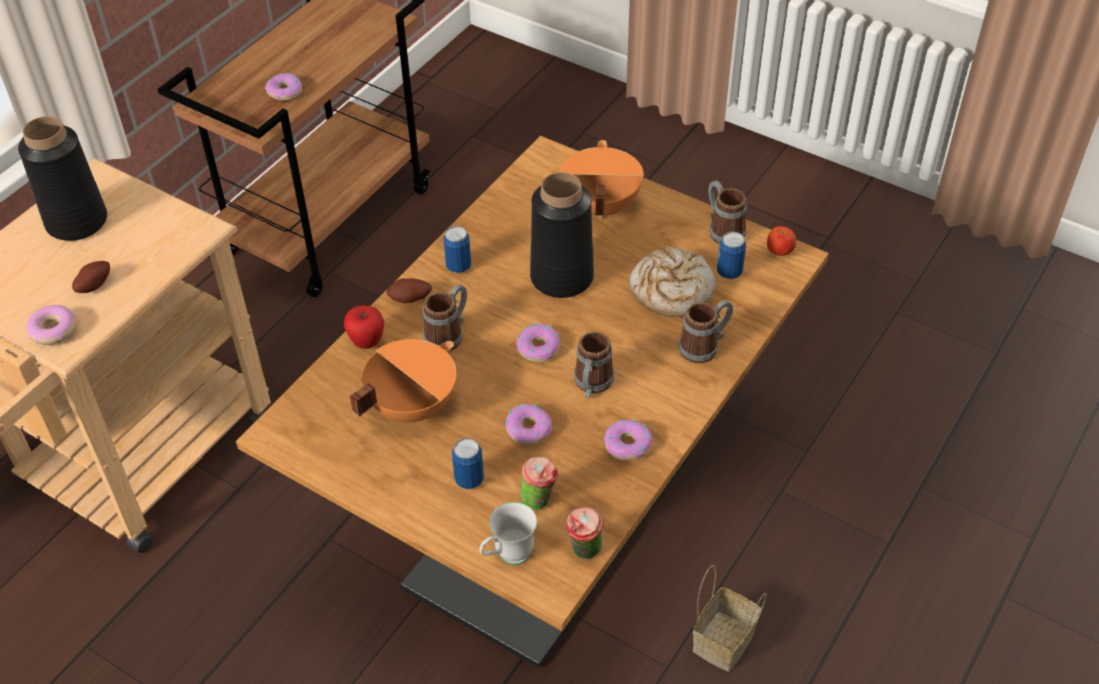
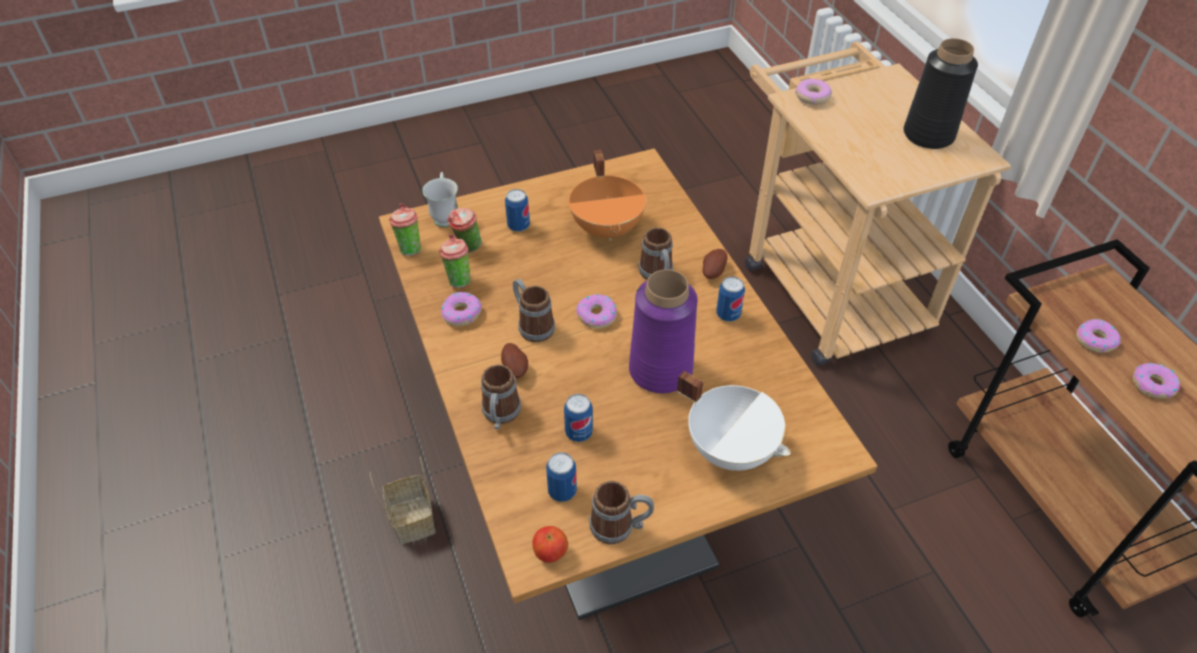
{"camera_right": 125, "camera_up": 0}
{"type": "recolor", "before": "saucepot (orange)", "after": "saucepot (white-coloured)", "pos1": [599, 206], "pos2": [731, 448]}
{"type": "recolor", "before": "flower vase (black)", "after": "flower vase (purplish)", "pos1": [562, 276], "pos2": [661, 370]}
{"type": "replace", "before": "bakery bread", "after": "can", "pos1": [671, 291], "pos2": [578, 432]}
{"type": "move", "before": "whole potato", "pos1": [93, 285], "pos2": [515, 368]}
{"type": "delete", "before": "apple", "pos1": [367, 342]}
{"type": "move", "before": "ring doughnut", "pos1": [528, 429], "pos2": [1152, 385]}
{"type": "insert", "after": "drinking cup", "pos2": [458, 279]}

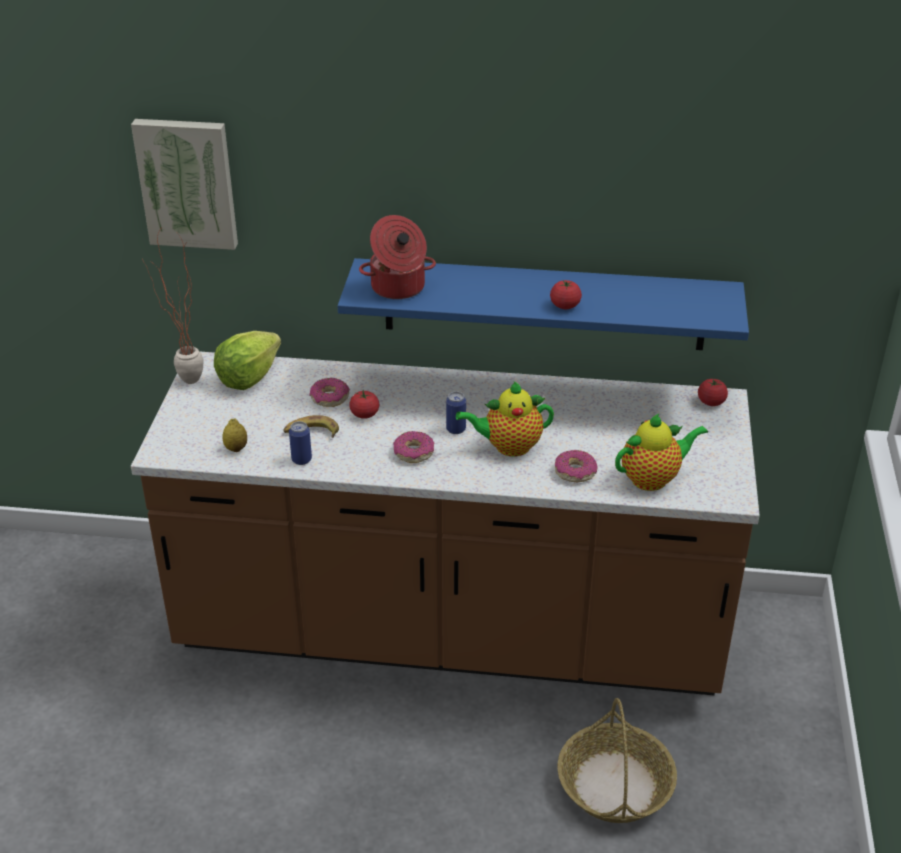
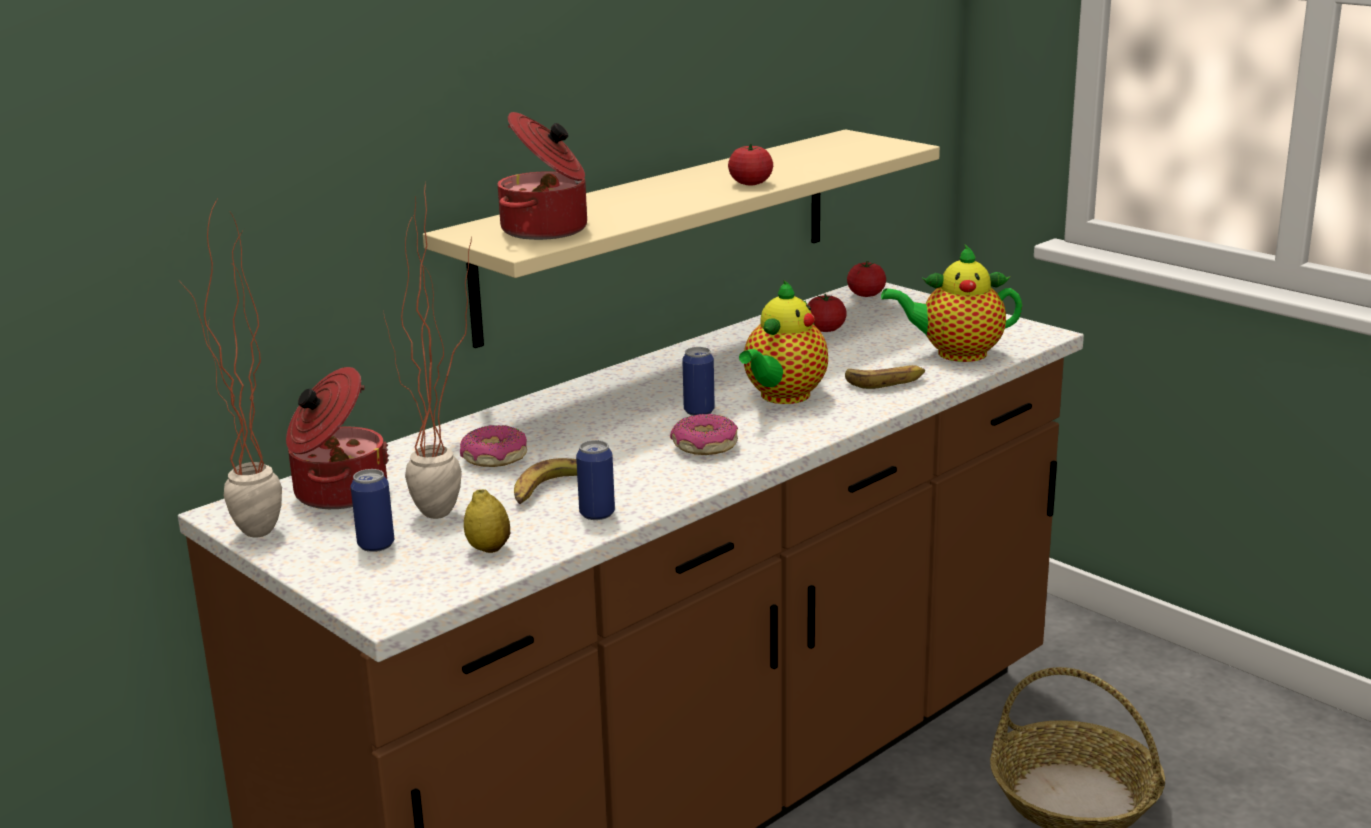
{"camera_right": -50, "camera_up": -15}
{"type": "delete", "before": "wall picture", "pos1": [187, 182]}
{"type": "recolor", "before": "shelf (blue)", "after": "shelf (beige)", "pos1": [544, 304], "pos2": [659, 232]}
{"type": "replace", "before": "lettuce", "after": "saucepot", "pos1": [248, 377], "pos2": [338, 492]}
{"type": "move", "before": "fresh tomato", "pos1": [364, 414], "pos2": [825, 329]}
{"type": "rotate", "before": "pot for tea", "pos1": [653, 478], "pos2": [955, 353], "turn": -105}
{"type": "replace", "before": "ring doughnut", "after": "banana fruit", "pos1": [575, 472], "pos2": [885, 381]}
{"type": "insert", "after": "potted plant", "pos2": [448, 519]}
{"type": "insert", "after": "can", "pos2": [376, 545]}

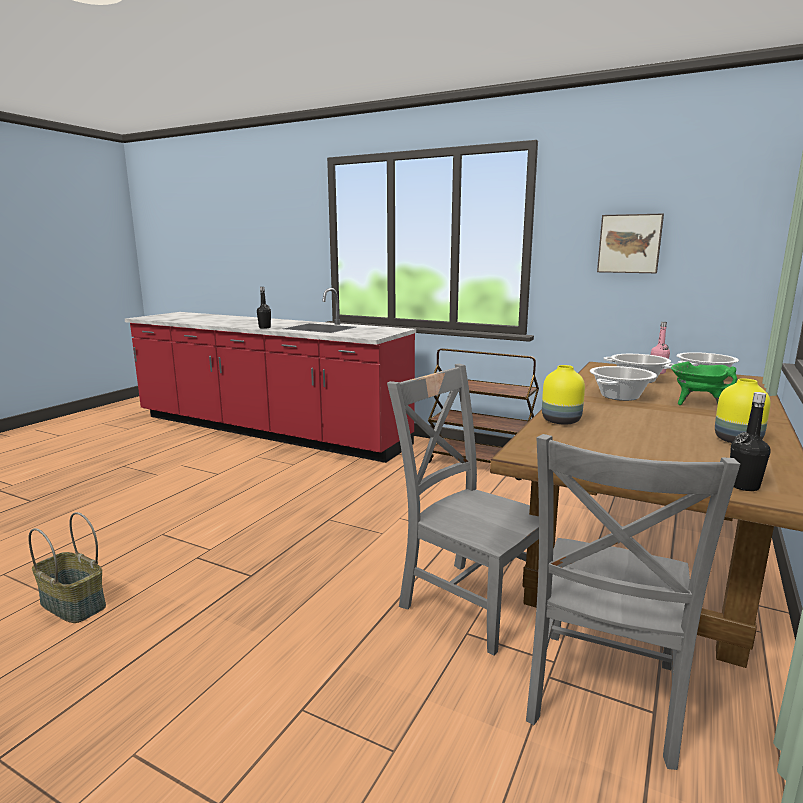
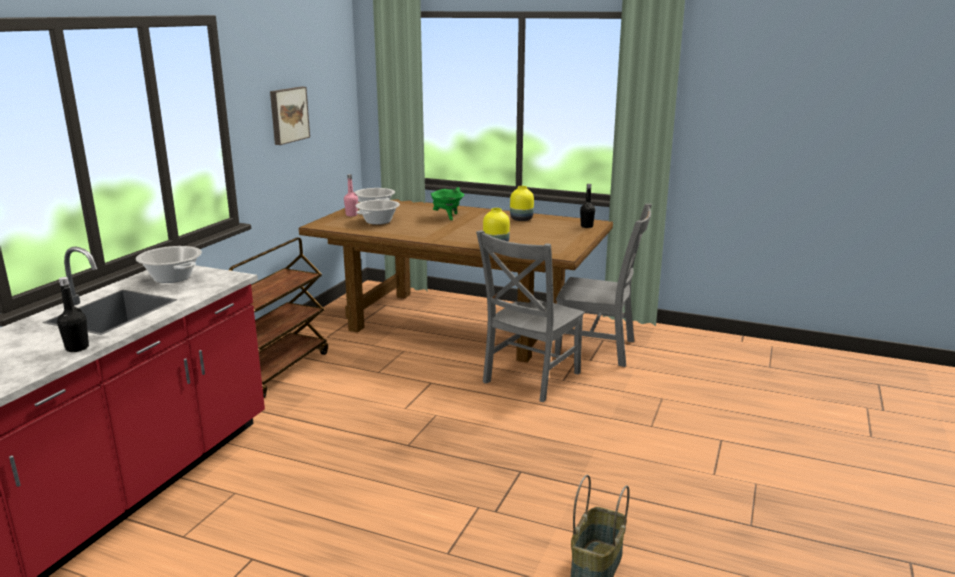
{"camera_right": -95, "camera_up": 5}
{"type": "move", "before": "saucepot", "pos1": [619, 396], "pos2": [172, 278]}

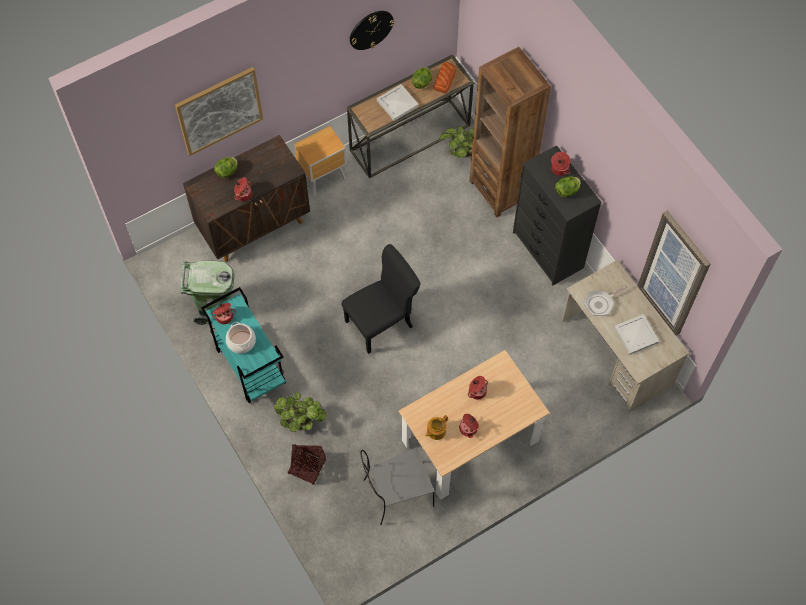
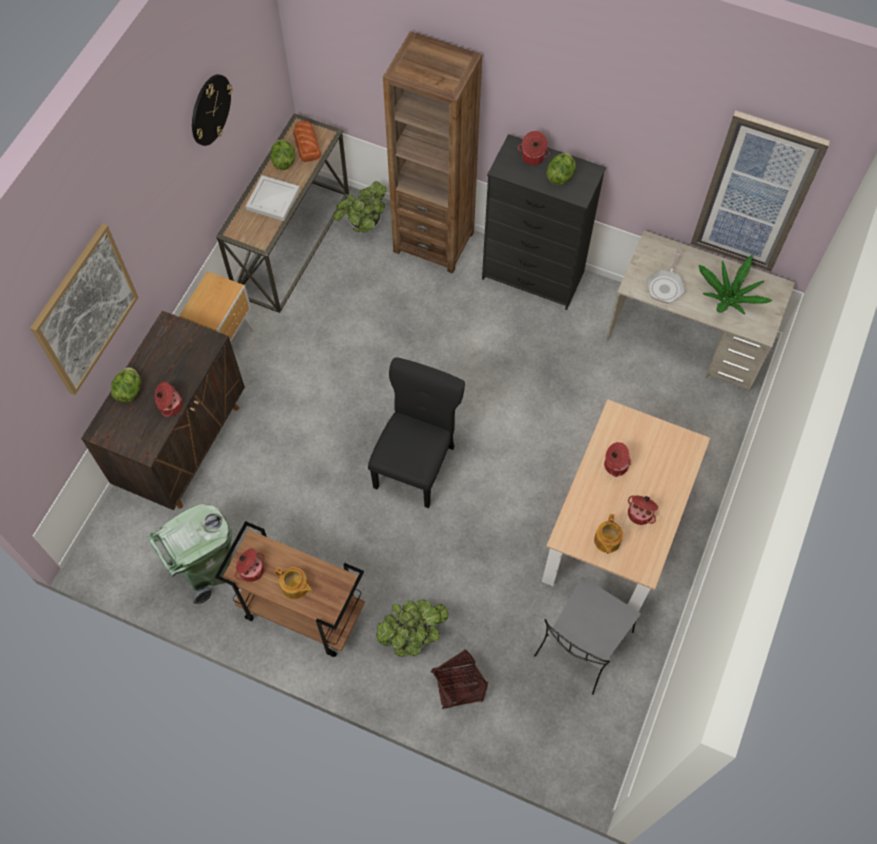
{"camera_right": -35, "camera_up": 0}
{"type": "recolor", "before": "wheeled cart (turquoise-coloured)", "after": "wheeled cart (brown)", "pos1": [249, 366], "pos2": [301, 611]}
{"type": "replace", "before": "carrying tray (white-coloured)", "after": "potted plant", "pos1": [635, 336], "pos2": [728, 298]}
{"type": "replace", "before": "saucepot", "after": "pot for tea", "pos1": [241, 342], "pos2": [295, 587]}

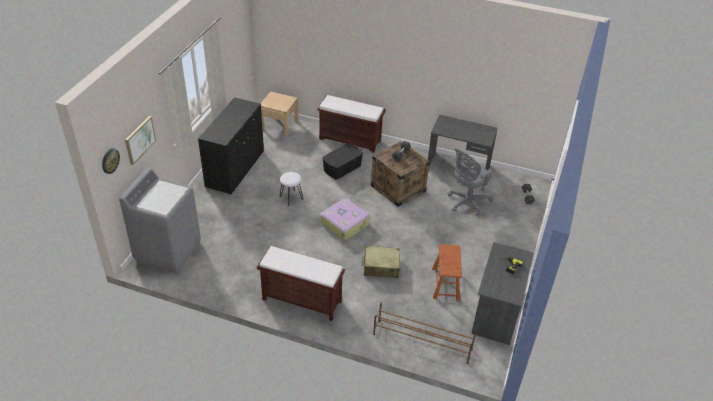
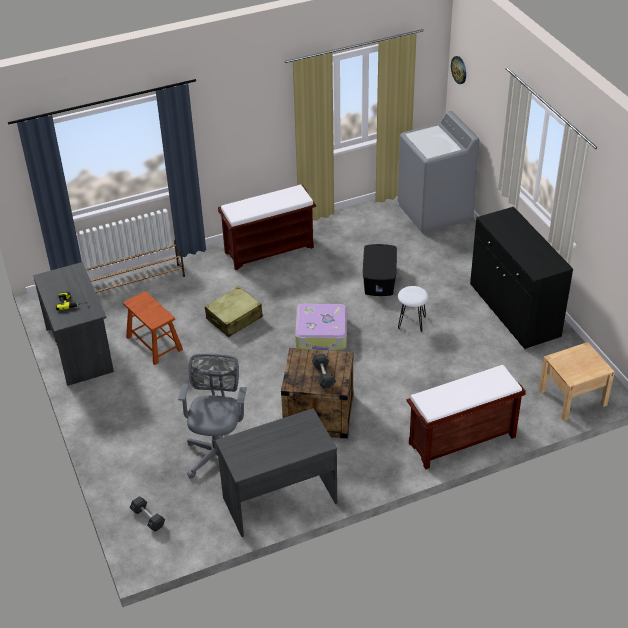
{"camera_right": 140, "camera_up": 0}
{"type": "delete", "before": "wall picture", "pos1": [140, 139]}
{"type": "move", "before": "storage box (black)", "pos1": [342, 168], "pos2": [379, 279]}

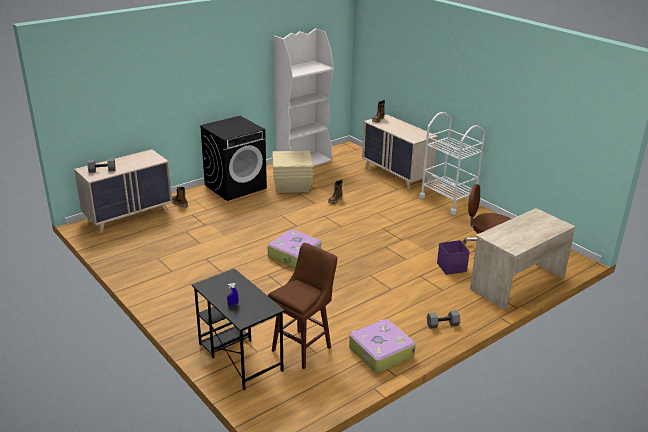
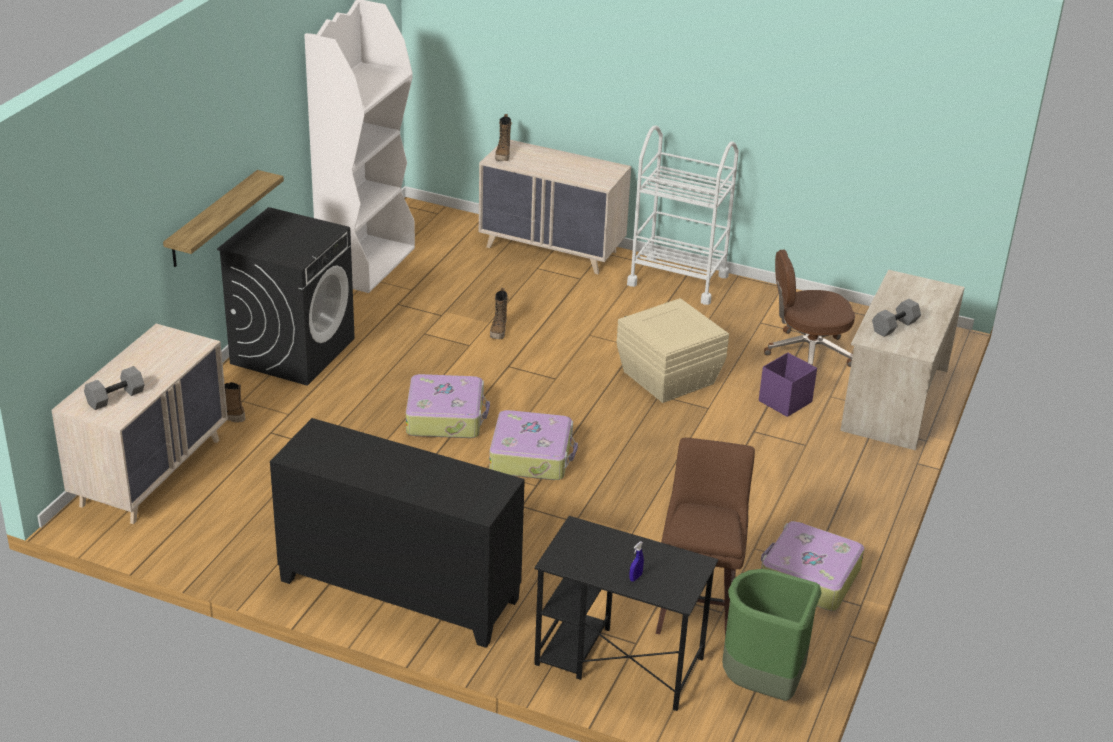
{"camera_right": -30, "camera_up": 5}
{"type": "move", "before": "storage box (beige)", "pos1": [292, 185], "pos2": [667, 377]}
{"type": "move", "before": "hand weight (greyish)", "pos1": [442, 325], "pos2": [895, 327]}
{"type": "insert", "after": "shelf", "pos2": [213, 219]}
{"type": "insert", "after": "travel case", "pos2": [446, 417]}
{"type": "insert", "after": "cabinet (black)", "pos2": [398, 590]}
{"type": "insert", "after": "trash can (green-coloured)", "pos2": [762, 686]}

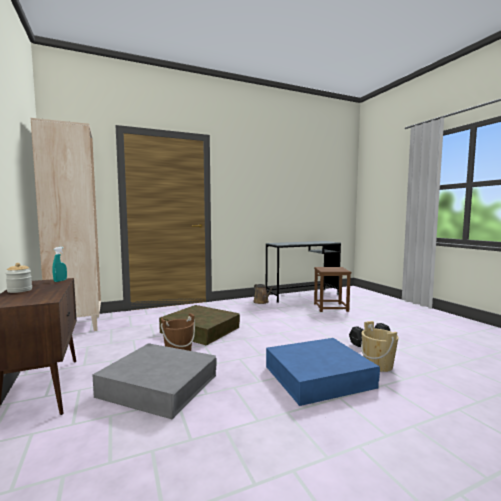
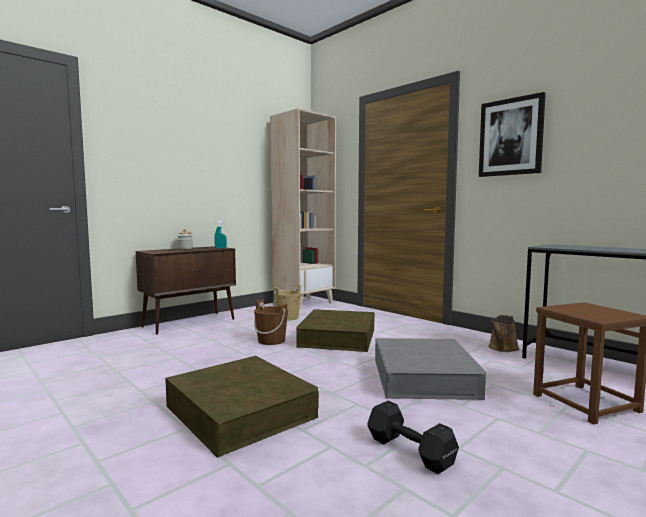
{"camera_right": 70, "camera_up": 0}
{"type": "move", "before": "pail (beige)", "pos1": [378, 365], "pos2": [287, 317]}
{"type": "recolor", "before": "storage box (blue)", "after": "storage box (brown)", "pos1": [318, 376], "pos2": [240, 411]}
{"type": "move", "before": "storage box (greyish)", "pos1": [158, 385], "pos2": [423, 377]}
{"type": "insert", "after": "wall picture", "pos2": [511, 137]}

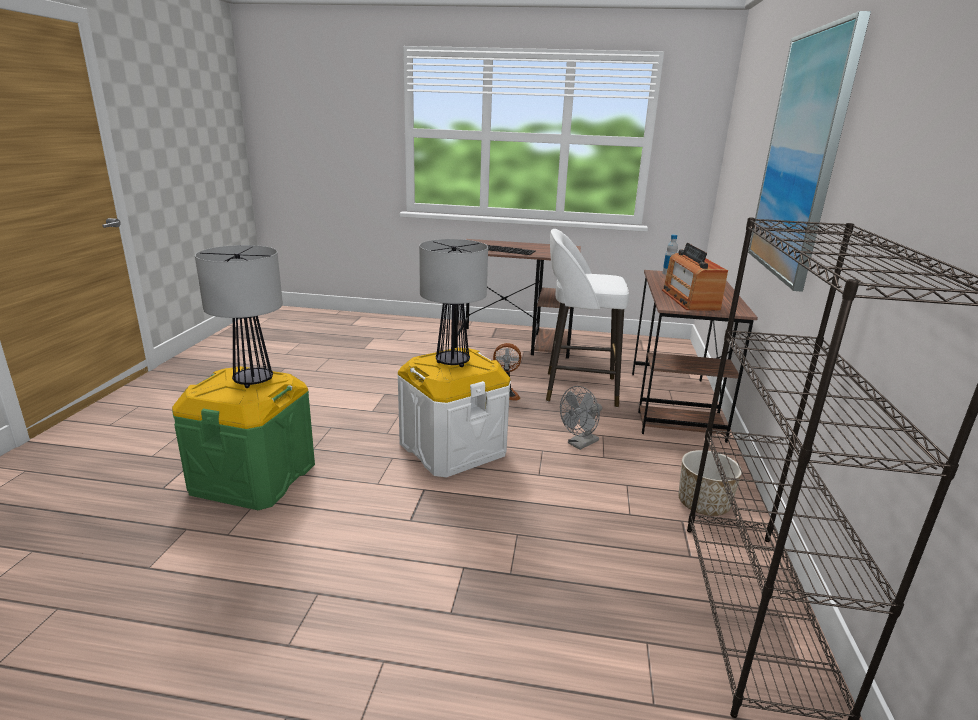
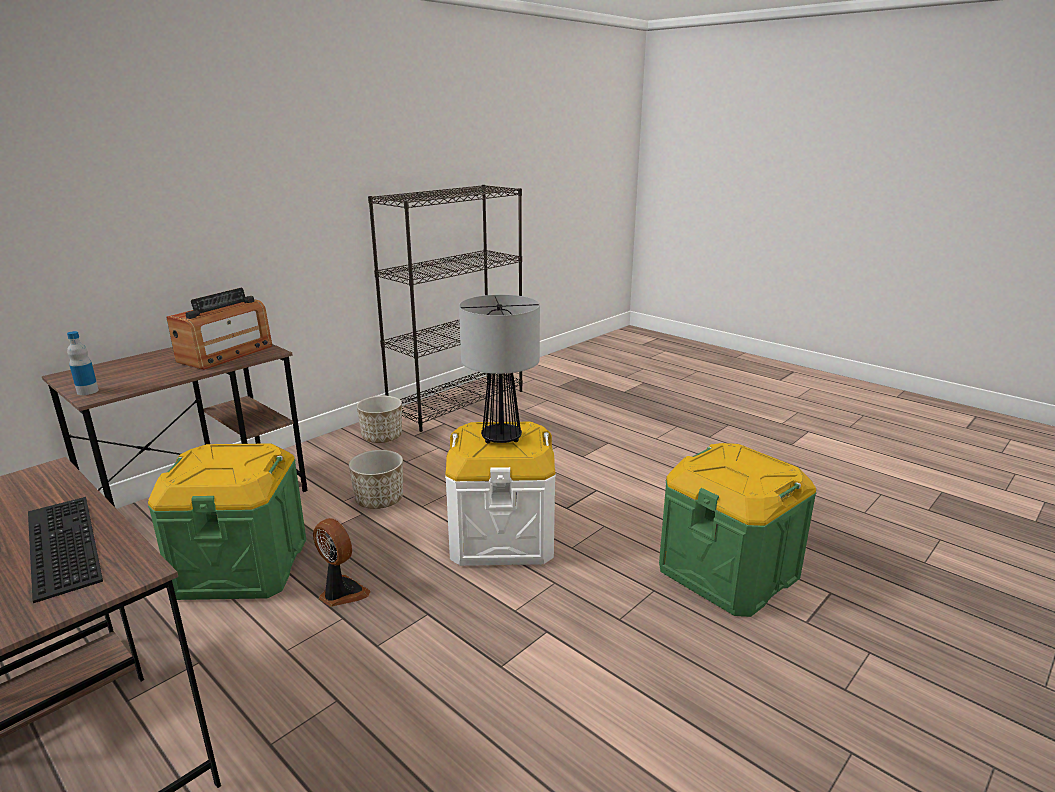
{"camera_right": -145, "camera_up": 0}
{"type": "delete", "before": "wall picture", "pos1": [801, 157]}
{"type": "replace", "before": "stool (white-coloured)", "after": "storage box (green-coloured)", "pos1": [578, 389], "pos2": [242, 567]}
{"type": "delete", "before": "lamp for a table", "pos1": [254, 381]}
{"type": "replace", "before": "cooling fan (greyish)", "after": "planter", "pos1": [580, 444], "pos2": [379, 500]}

